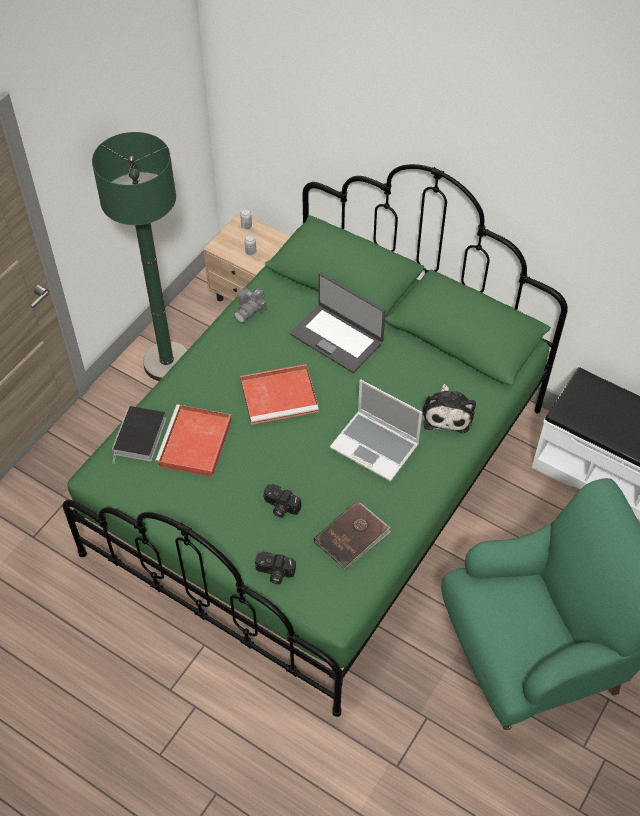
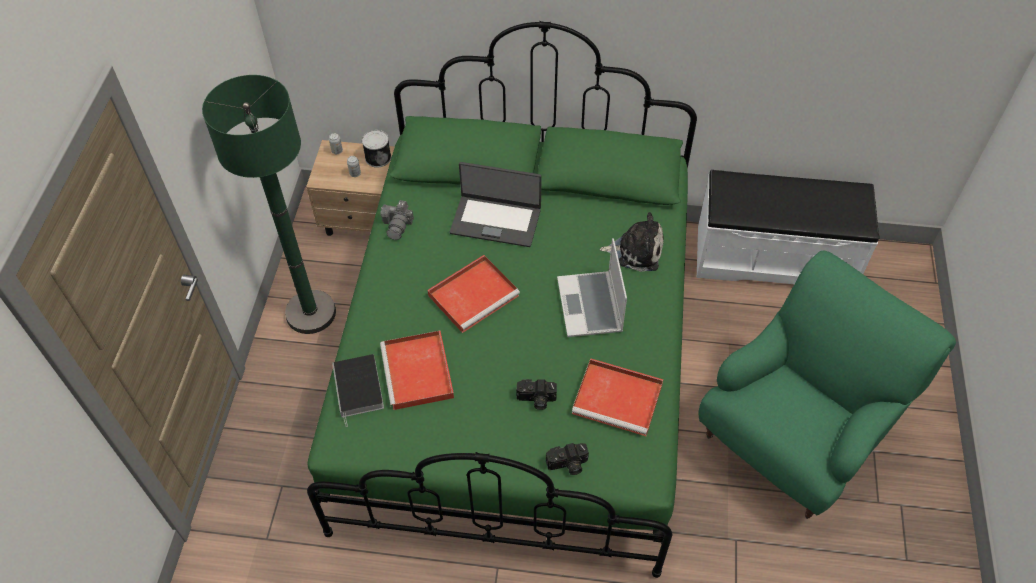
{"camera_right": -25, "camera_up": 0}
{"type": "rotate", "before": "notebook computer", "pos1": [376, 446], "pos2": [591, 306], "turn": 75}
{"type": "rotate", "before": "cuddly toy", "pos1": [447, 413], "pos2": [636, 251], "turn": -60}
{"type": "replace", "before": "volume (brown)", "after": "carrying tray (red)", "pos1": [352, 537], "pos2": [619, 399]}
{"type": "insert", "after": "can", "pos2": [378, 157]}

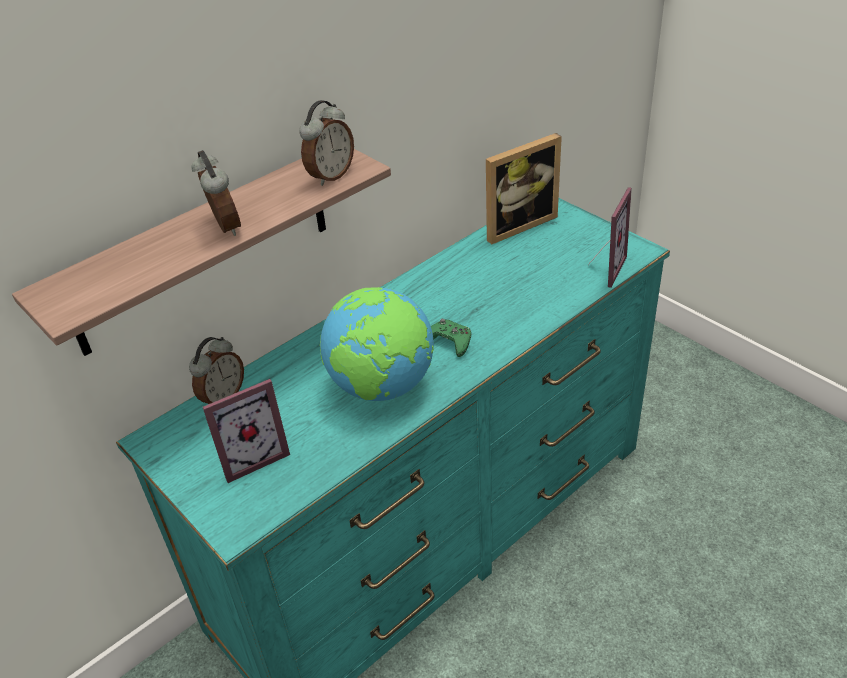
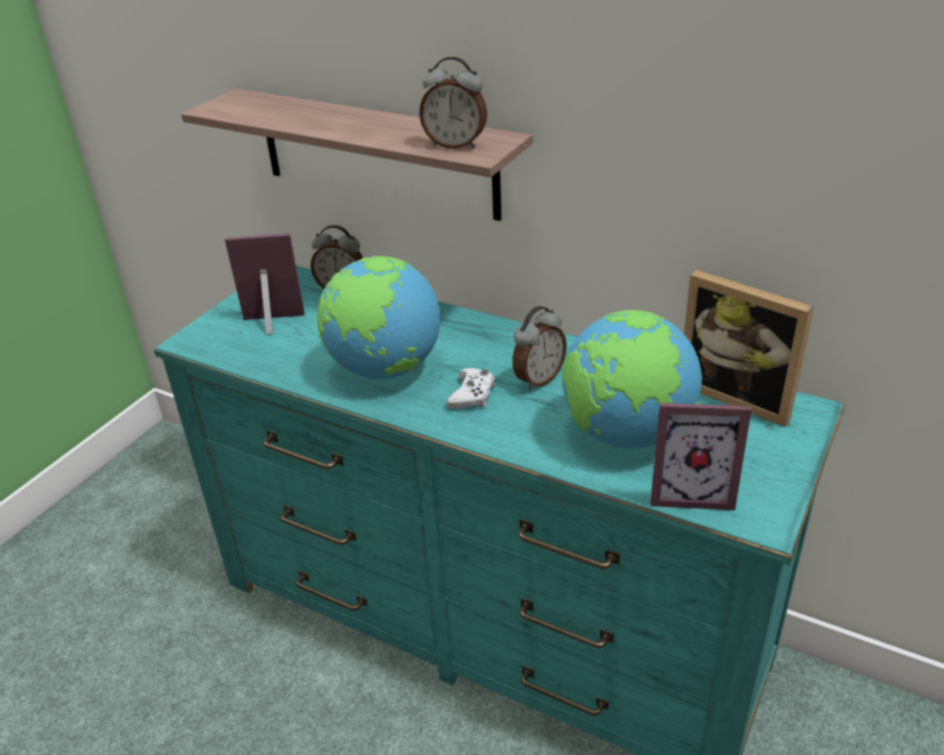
{"camera_right": 70, "camera_up": -5}
{"type": "move", "before": "table clock", "pos1": [224, 227], "pos2": [538, 379]}
{"type": "recolor", "before": "gamepad (green-coloured)", "after": "gamepad (white-coloured)", "pos1": [449, 342], "pos2": [472, 395]}
{"type": "rotate", "before": "photo frame", "pos1": [252, 456], "pos2": [272, 325], "turn": 135}
{"type": "insert", "after": "globe", "pos2": [626, 434]}

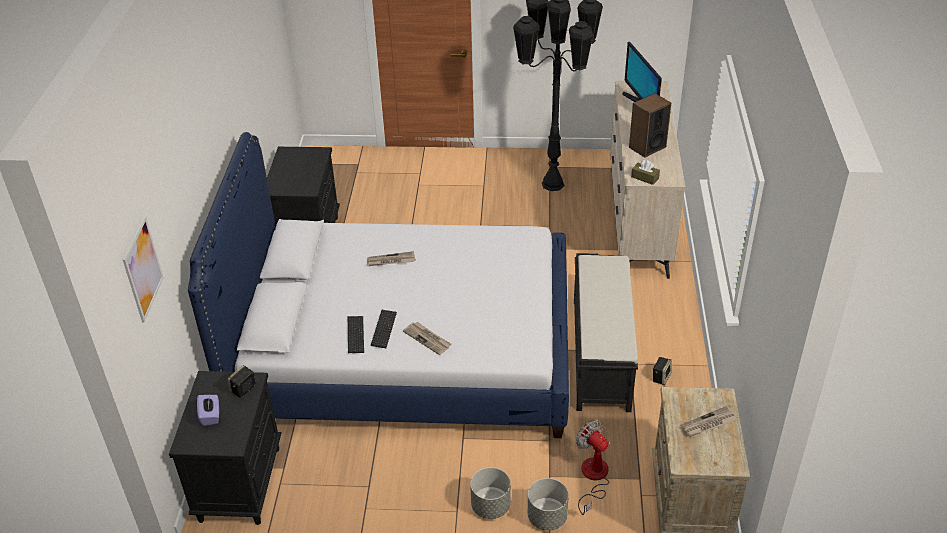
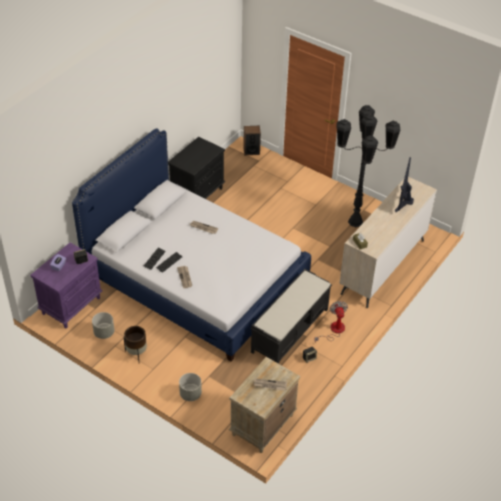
{"camera_right": 30, "camera_up": 5}
{"type": "move", "before": "speaker", "pos1": [647, 147], "pos2": [251, 151]}
{"type": "delete", "before": "wall picture", "pos1": [143, 269]}
{"type": "recolor", "before": "night table (black)", "after": "night table (purplish)", "pos1": [239, 483], "pos2": [71, 305]}
{"type": "move", "before": "cooling fan", "pos1": [593, 478], "pos2": [333, 330]}
{"type": "move", "before": "planter (greyish)", "pos1": [490, 506], "pos2": [104, 333]}
{"type": "insert", "after": "planter (brown)", "pos2": [136, 353]}

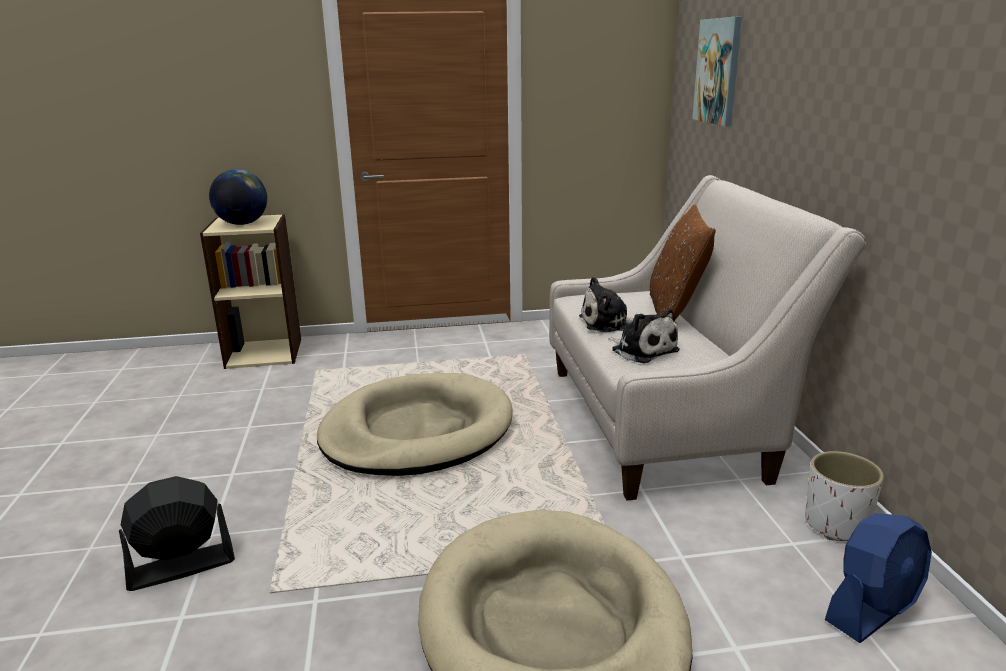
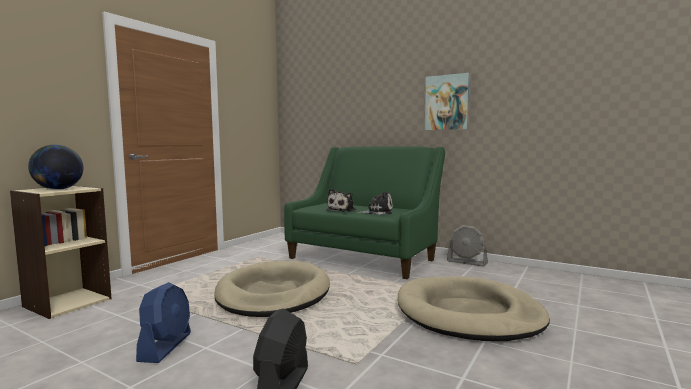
{"camera_right": -50, "camera_up": -15}
{"type": "move", "before": "wall picture", "pos1": [718, 71], "pos2": [447, 102]}
{"type": "recolor", "before": "sofa (beige)", "after": "sofa (green-coloured)", "pos1": [665, 419], "pos2": [364, 257]}
{"type": "delete", "before": "throw pillow (brown)", "pos1": [675, 314]}
{"type": "replace", "before": "planter (white-coloured)", "after": "cooling fan (greyish)", "pos1": [836, 525], "pos2": [467, 262]}
{"type": "move", "before": "cooling fan (blue)", "pos1": [873, 609], "pos2": [165, 346]}

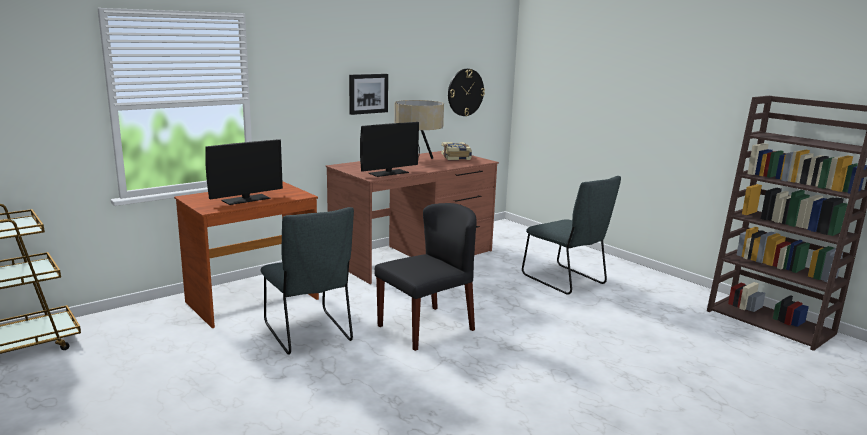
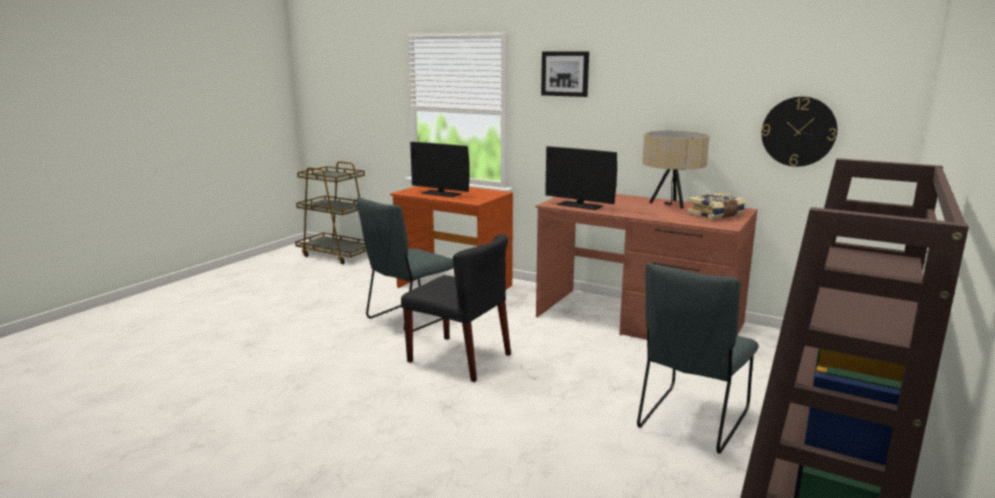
{"camera_right": 70, "camera_up": 0}
{"type": "move", "before": "wall picture", "pos1": [368, 93], "pos2": [565, 73]}

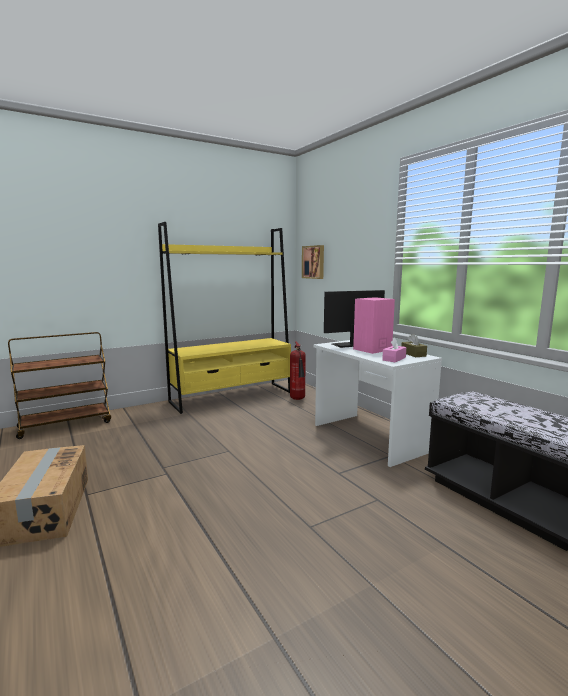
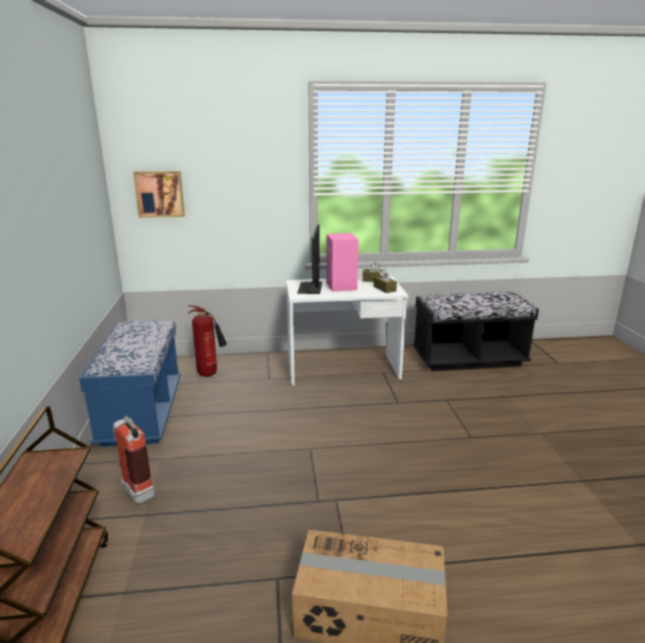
{"camera_right": -65, "camera_up": 10}
{"type": "replace", "before": "bookcase (yellow)", "after": "indoor bench (blue)", "pos1": [232, 397], "pos2": [142, 413]}
{"type": "recolor", "before": "tissue holder (pink)", "after": "tissue holder (brown)", "pos1": [394, 359], "pos2": [384, 289]}
{"type": "insert", "after": "extinguisher", "pos2": [135, 489]}

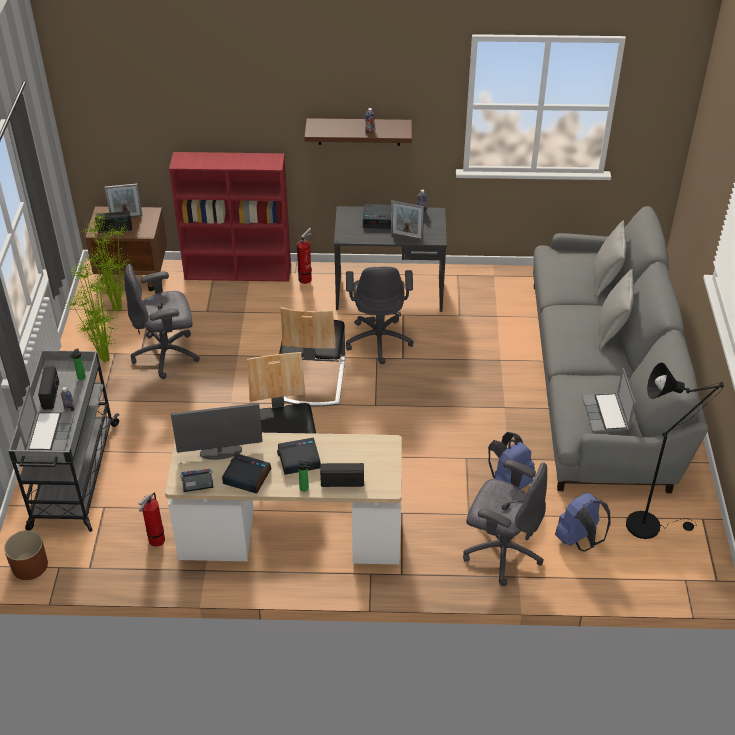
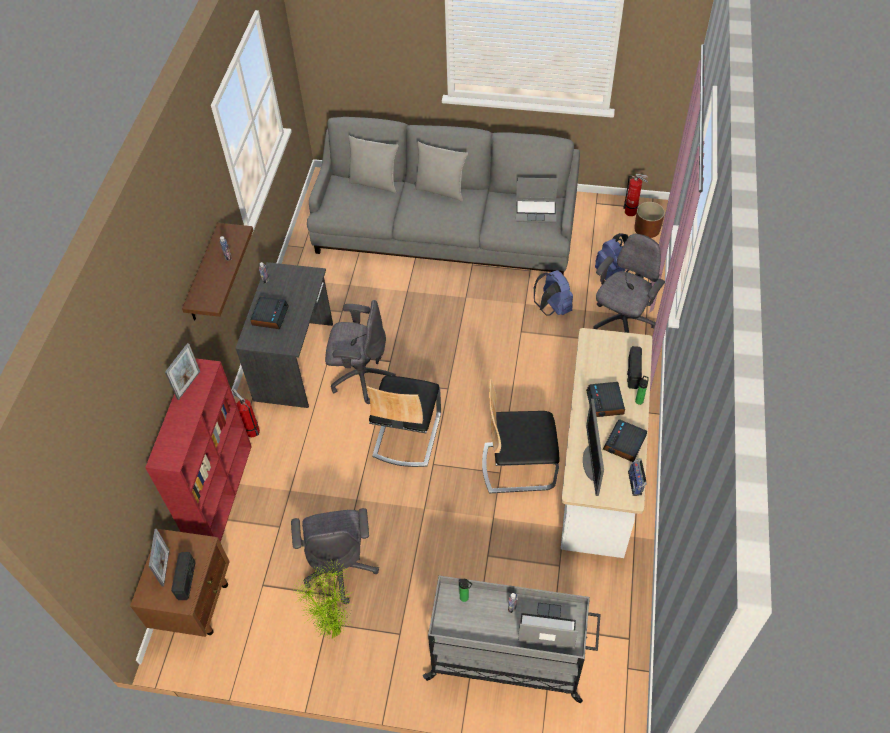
{"camera_right": -80, "camera_up": 10}
{"type": "move", "before": "photo frame", "pos1": [406, 236], "pos2": [188, 385]}
{"type": "delete", "before": "potted plant", "pos1": [118, 310]}
{"type": "rotate", "before": "plain chair", "pos1": [313, 380], "pos2": [406, 435], "turn": 90}
{"type": "delete", "before": "standard lamp (black)", "pos1": [649, 524]}
{"type": "delete", "before": "radio receiver", "pos1": [51, 395]}
{"type": "move", "before": "extinguisher", "pos1": [155, 541], "pos2": [632, 212]}
{"type": "move", "before": "planter (brown)", "pos1": [29, 565], "pos2": [647, 229]}

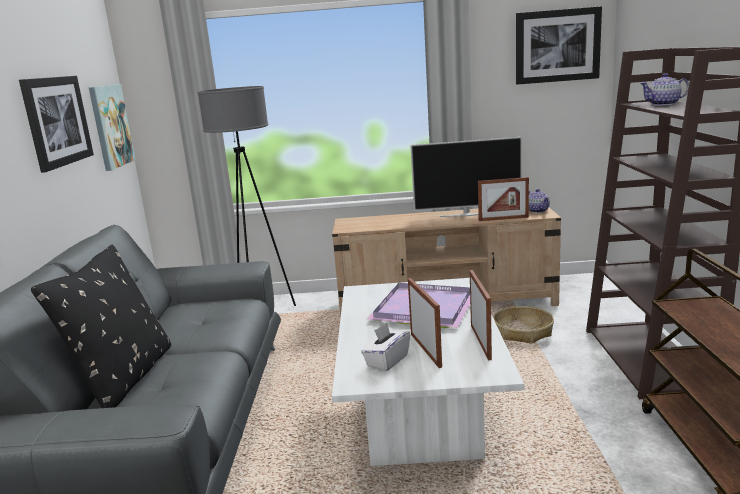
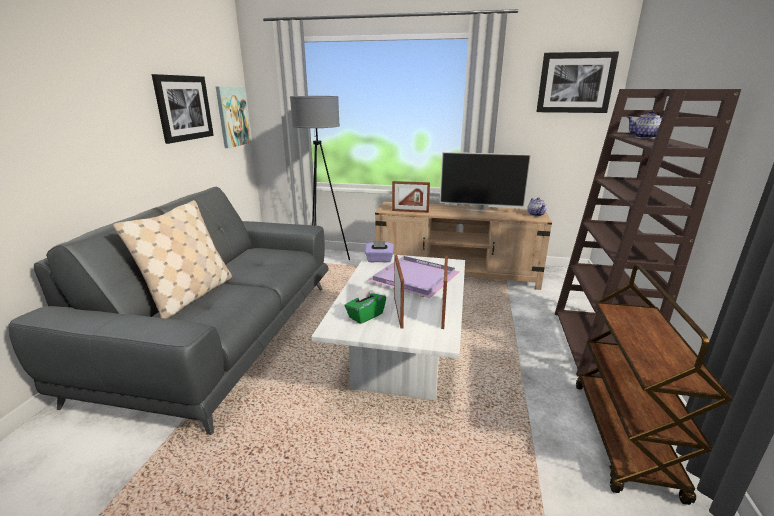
{"camera_right": 10, "camera_up": 5}
{"type": "move", "before": "photo frame", "pos1": [503, 219], "pos2": [410, 211]}
{"type": "recolor", "before": "throw pillow (black)", "after": "throw pillow (beige)", "pos1": [126, 377], "pos2": [190, 296]}
{"type": "delete", "before": "storage basket", "pos1": [523, 332]}
{"type": "recolor", "before": "tissue holder (white-coloured)", "after": "tissue holder (green-coloured)", "pos1": [387, 361], "pos2": [365, 315]}
{"type": "insert", "after": "tissue holder (purplish)", "pos2": [379, 260]}

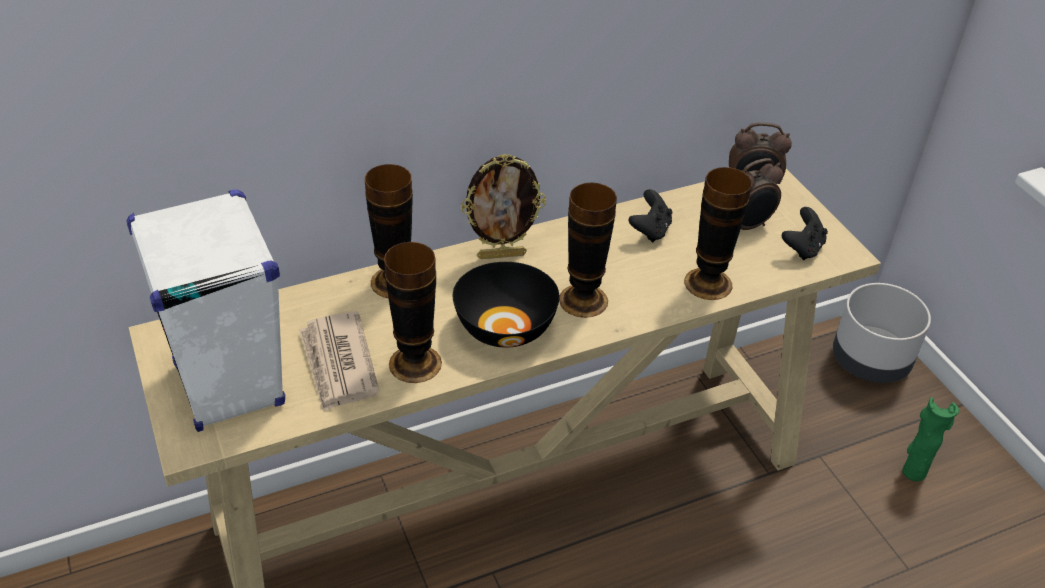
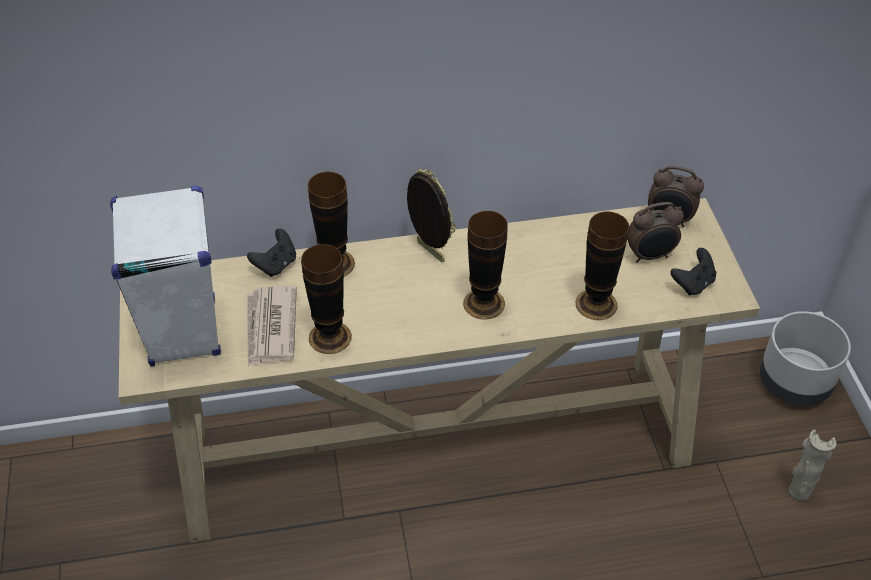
{"camera_right": 15, "camera_up": 5}
{"type": "rotate", "before": "photo frame", "pos1": [501, 255], "pos2": [429, 252], "turn": -135}
{"type": "move", "before": "gamepad (black)", "pos1": [650, 230], "pos2": [276, 265]}
{"type": "delete", "before": "bowl (black)", "pos1": [506, 326]}
{"type": "recolor", "before": "flower vase (green-coloured)", "after": "flower vase (beige)", "pos1": [913, 471], "pos2": [799, 491]}

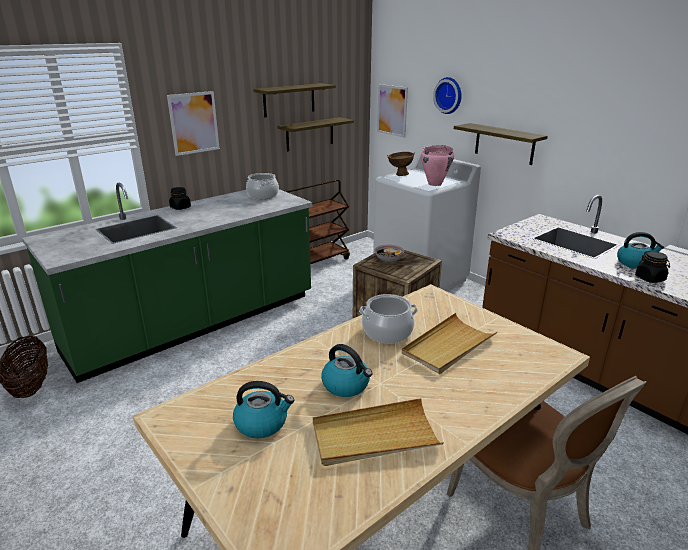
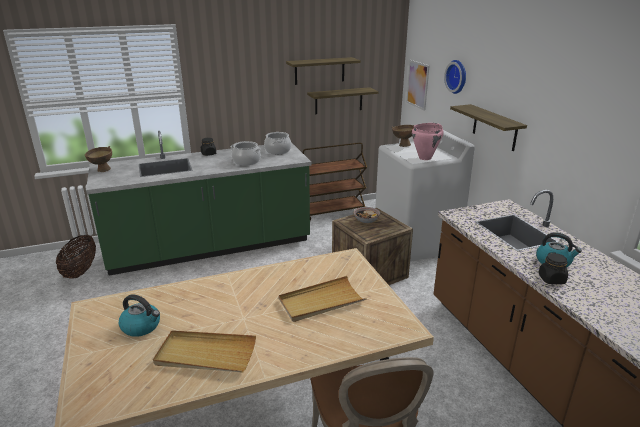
{"camera_right": 20, "camera_up": 0}
{"type": "delete", "before": "wall picture", "pos1": [194, 123]}
{"type": "move", "before": "saucepot", "pos1": [387, 332], "pos2": [246, 161]}
{"type": "delete", "before": "tea kettle", "pos1": [346, 385]}
{"type": "insert", "after": "bowl (brown)", "pos2": [101, 171]}

